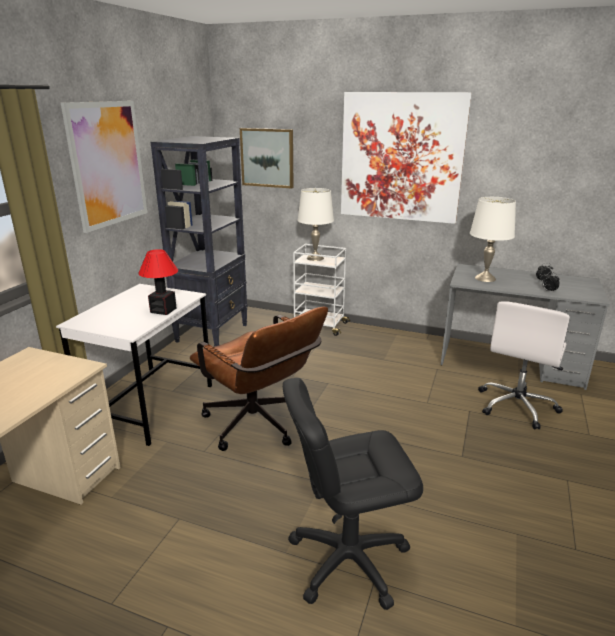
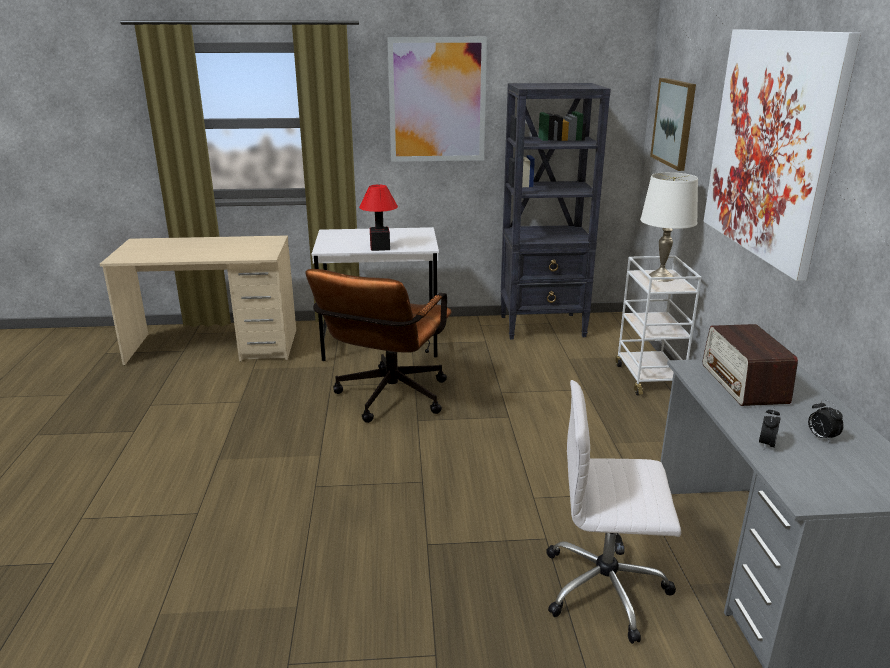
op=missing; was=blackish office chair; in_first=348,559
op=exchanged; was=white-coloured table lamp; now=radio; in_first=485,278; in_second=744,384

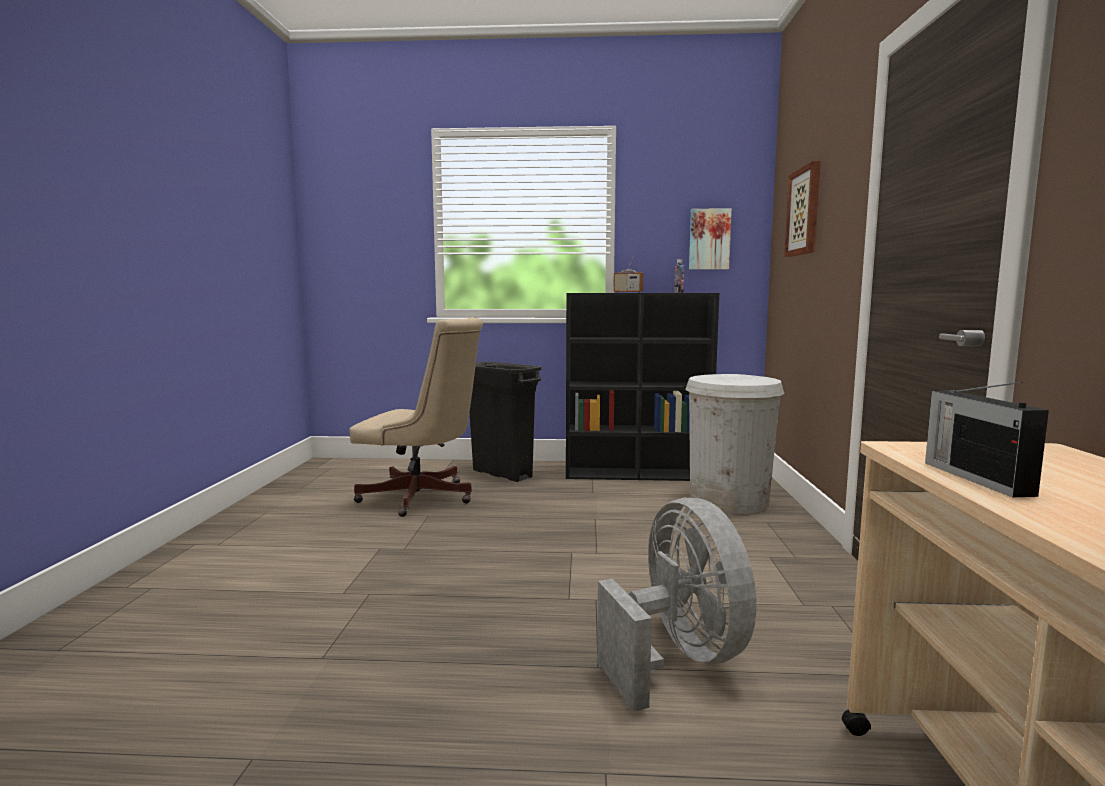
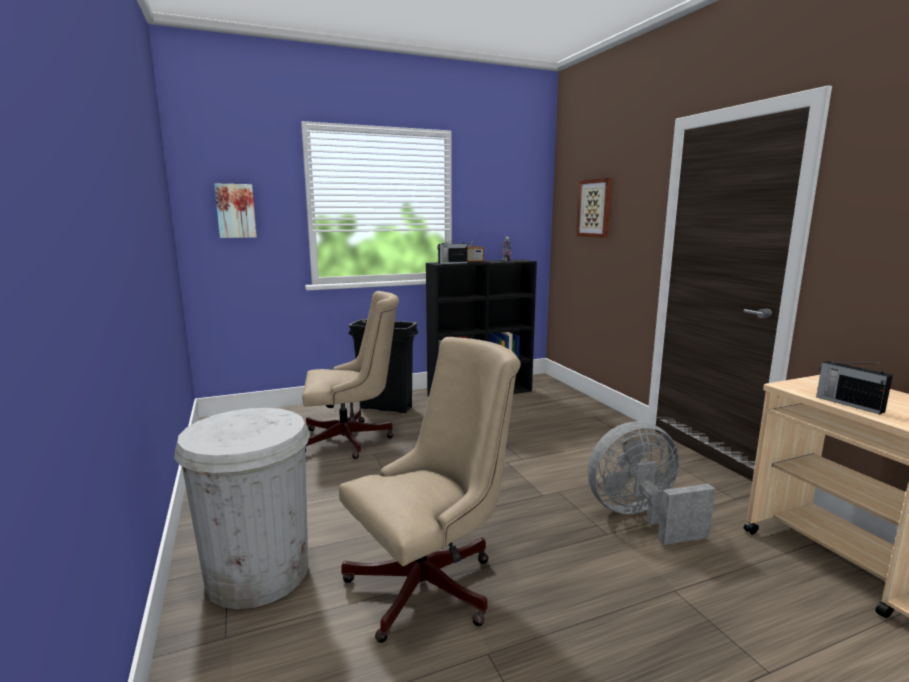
op=spun; was=greyish fan; in_first=678,658; in_second=640,517; clockwise=-60
op=relocated; was=white-coloured waste bin; in_first=729,500; in_second=258,573
op=relocated; was=wall picture; in_first=709,239; in_second=235,211
op=appeared; now=beige-coloured office chair; in_second=432,583
op=appeared; now=radio; in_second=452,263

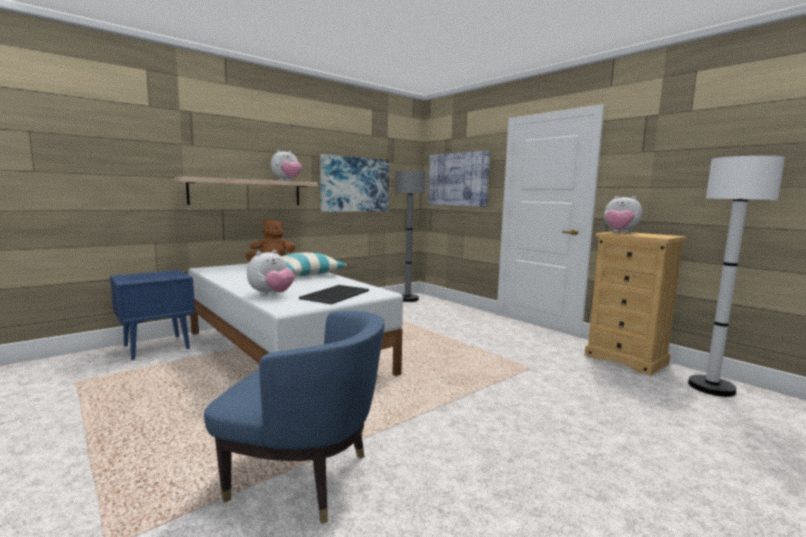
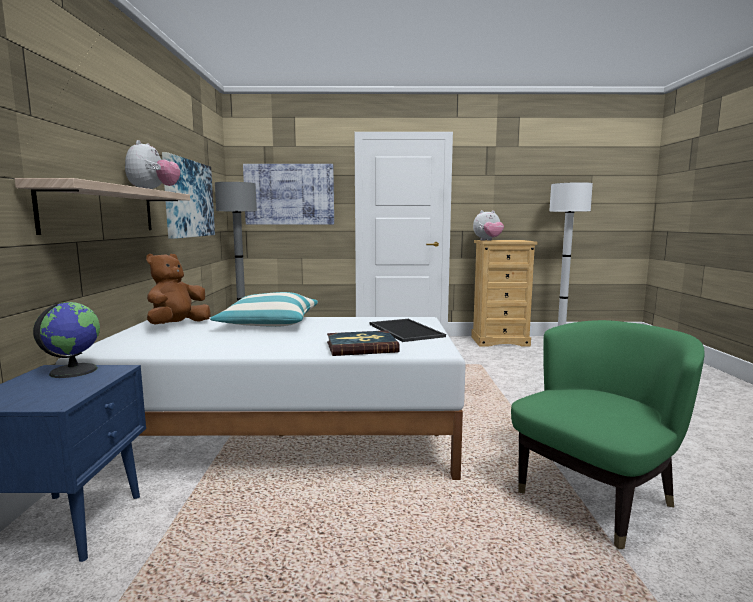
op=colour; was=blue lounge chair; now=green-coloured lounge chair; in_first=303,477; in_second=597,497
op=exchanged; was=soft toy; now=volume; in_first=271,294; in_second=361,347
op=appeared; now=desk globe; in_second=73,371

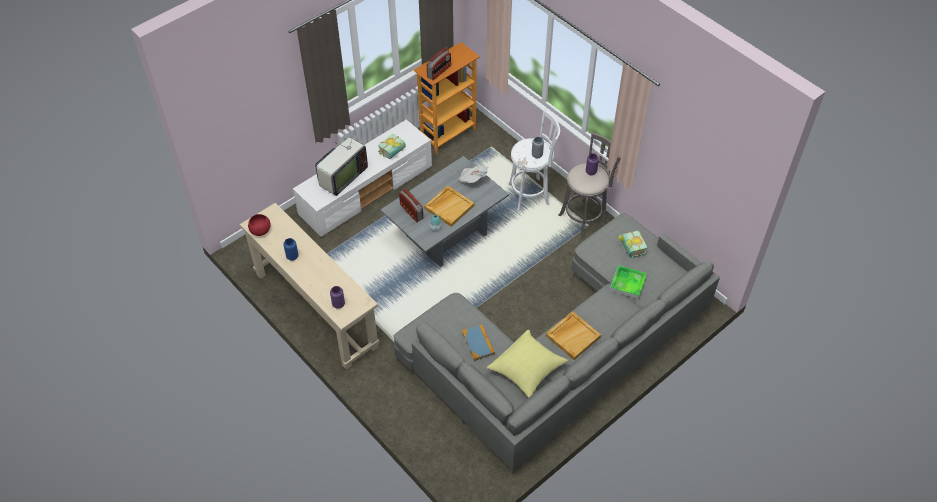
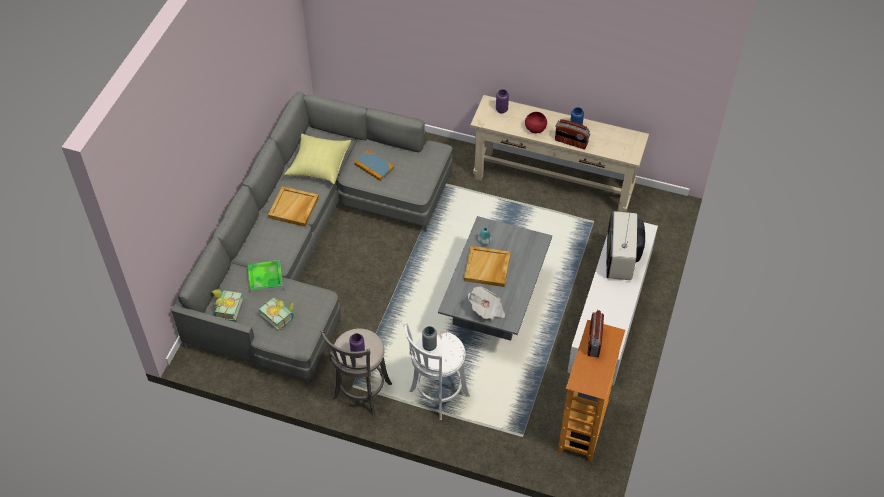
op=relocated; was=reddish serving bowl; in_first=260,230; in_second=535,128
op=relocated; was=volume; in_first=394,152; in_second=226,309
op=relocated; was=radio; in_first=411,211; in_second=571,142

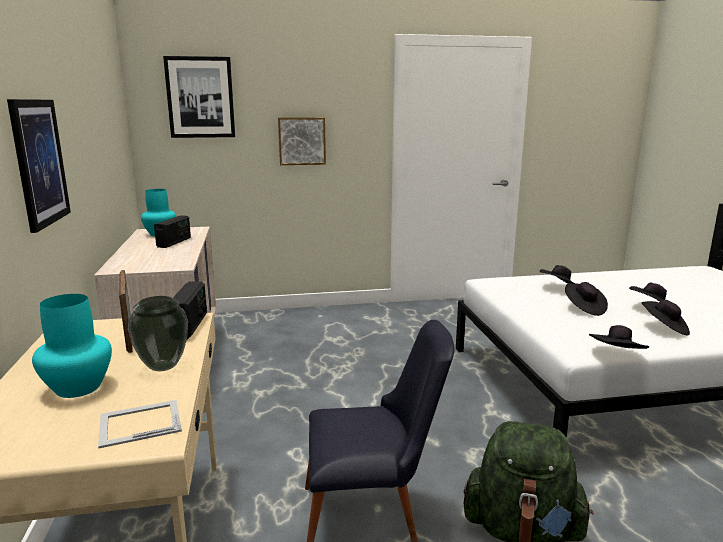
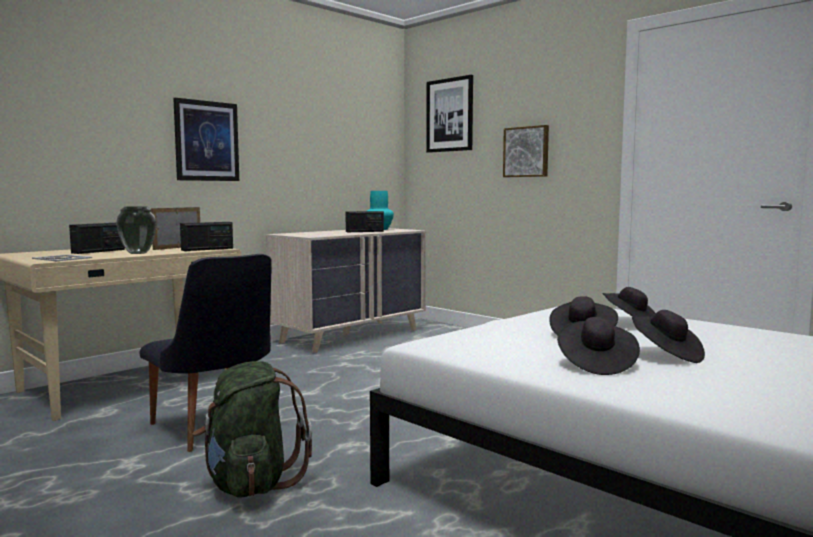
op=exchanged; was=blue-green flower vase; now=radio; in_first=77,387; in_second=99,251
op=missing; was=blackish hat; in_first=616,355

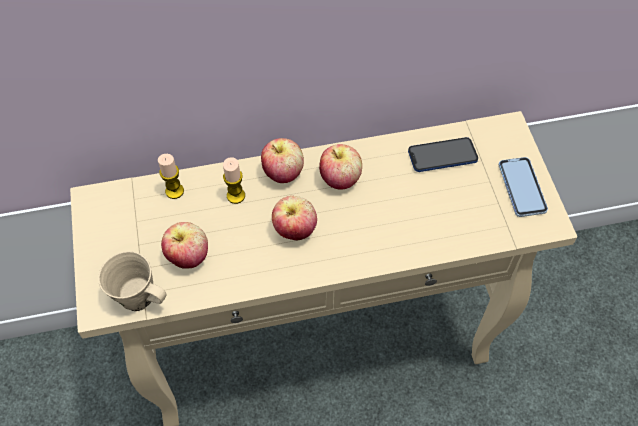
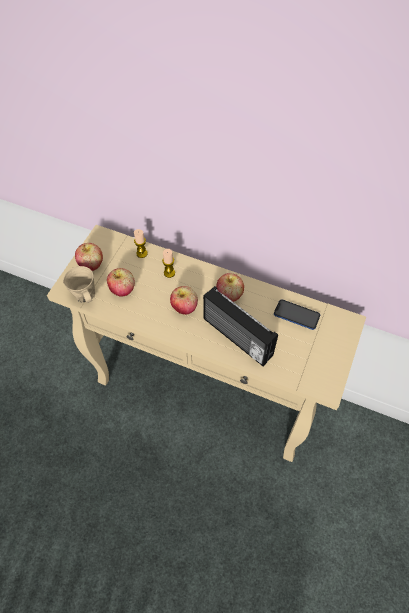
op=relocated; was=apple; in_first=283,173; in_second=91,264
op=missing; was=phone; in_first=522,187
op=appeared; now=radio; in_second=236,338

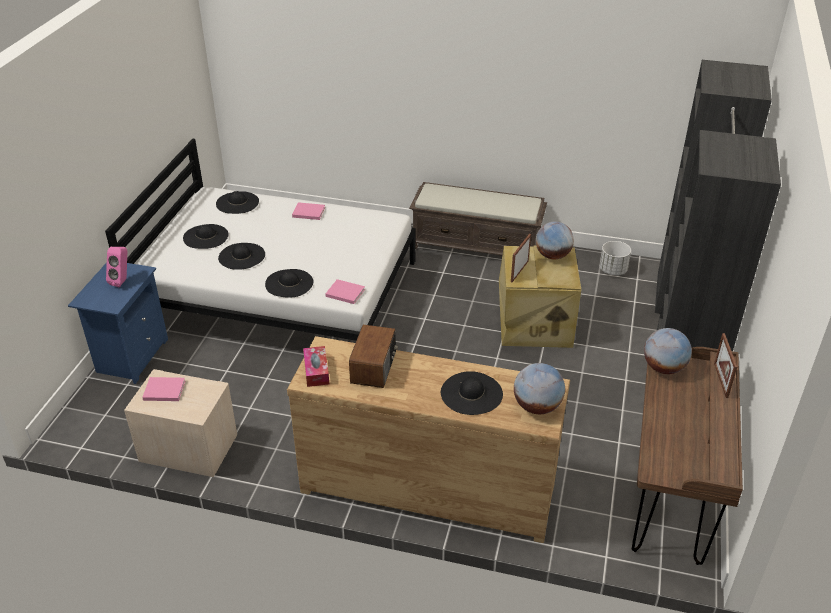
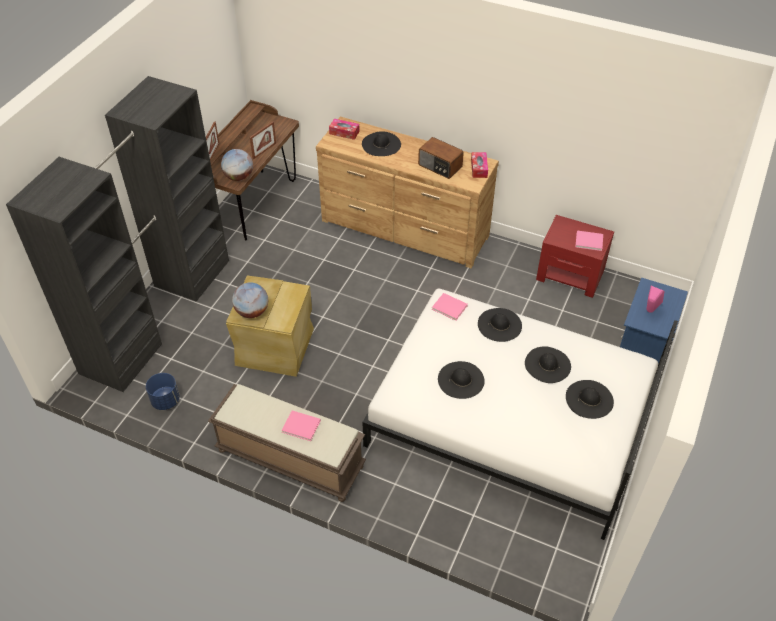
op=colour; was=beige-coloured night table; now=reddish night table; in_first=188,447; in_second=570,274
op=relocated; was=blackish hat; in_first=237,203; in_second=461,380
op=relocated; was=pink-coloured volume; in_first=307,212; in_second=302,427
op=spun; was=radio; in_first=374,367; in_second=440,166; clockwise=-75
op=relocated; was=photo frame; in_first=519,271; in_second=264,151
op=exchanged; was=desk globe; now=box of tissues; in_first=537,407; in_second=344,132
op=colour; was=white-coloured planter; now=blue planter; in_first=613,270; in_second=165,400

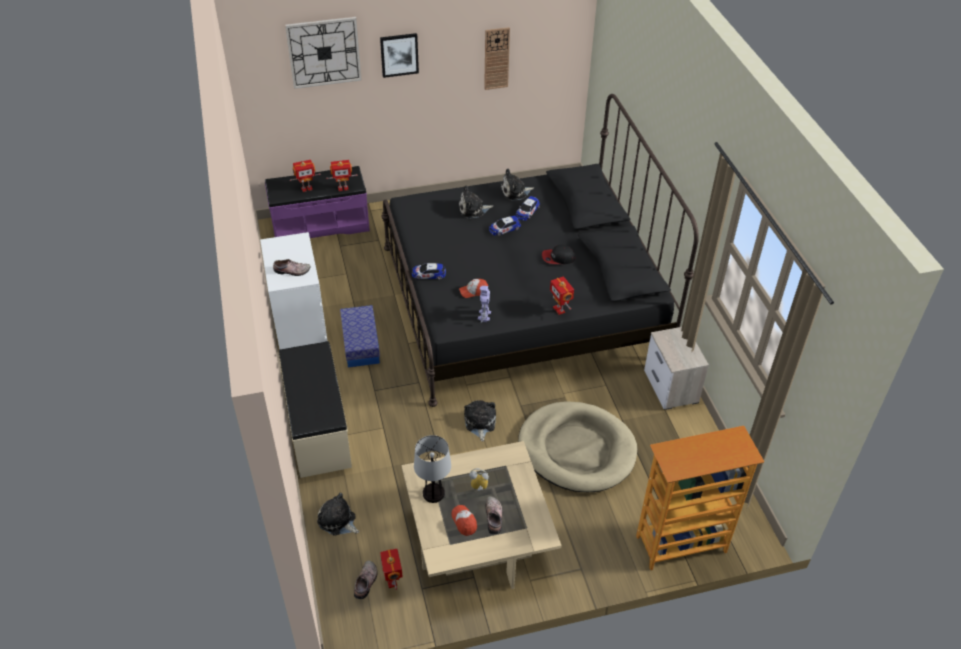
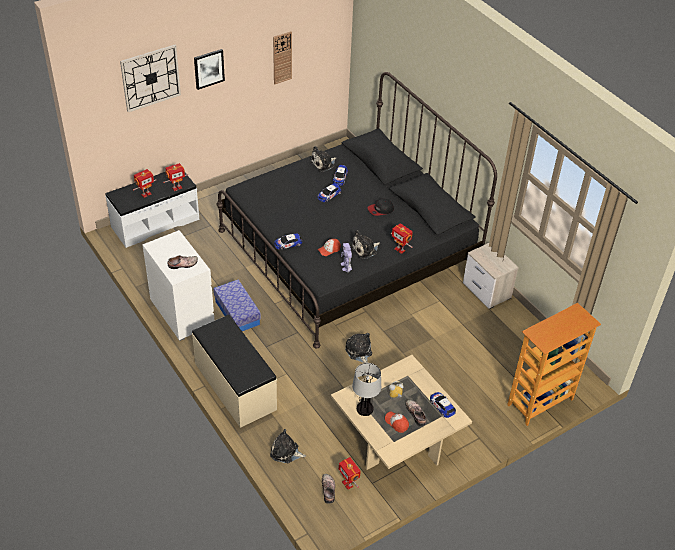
op=colour; was=purple long seat; now=white-coloured long seat; in_first=320,225; in_second=155,222
op=relocated; was=soft toy; in_first=473,209; in_second=365,249
op=missing; was=beige-coloured dog bed; in_first=577,450
op=appeared; now=model car; in_second=442,406

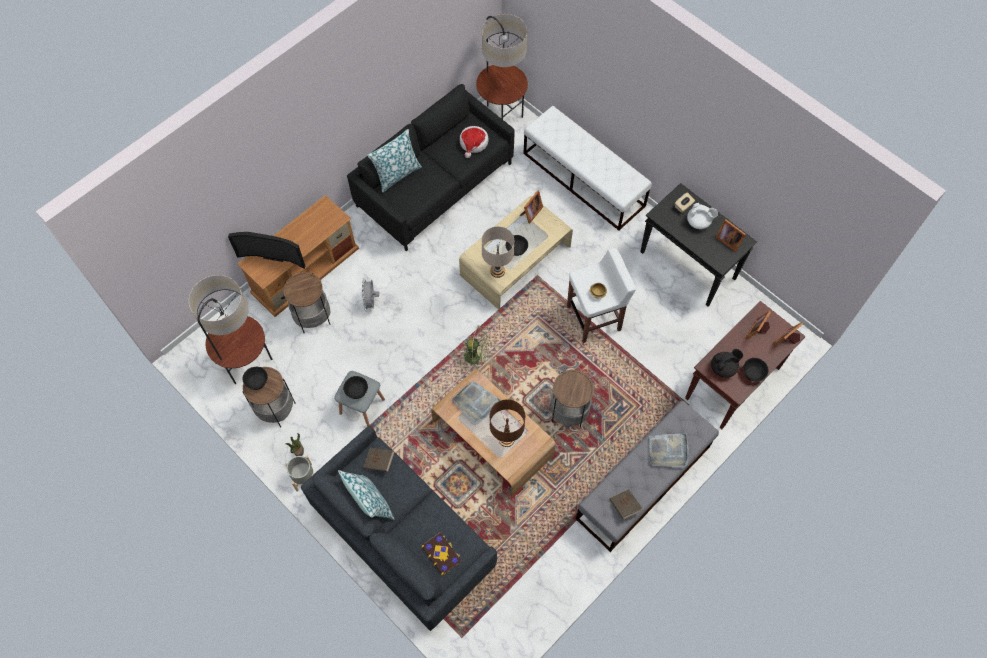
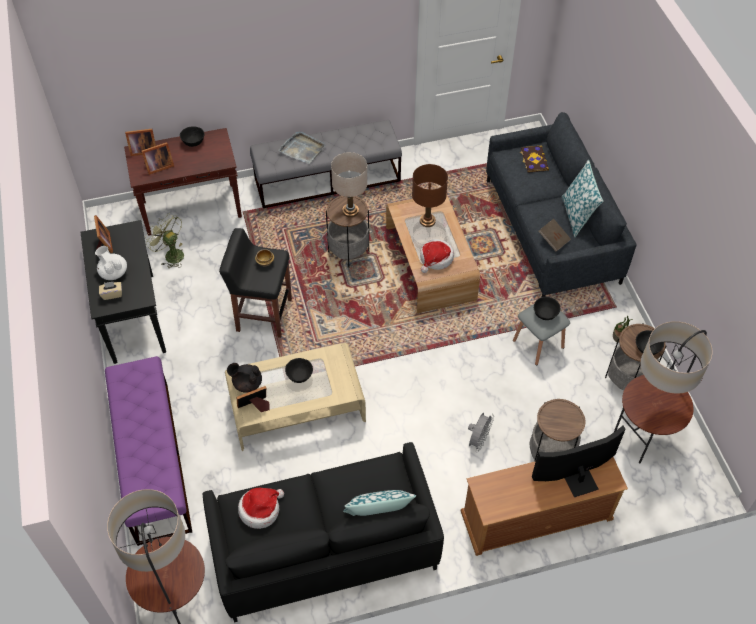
op=spun; was=TV; in_first=274,255; in_second=578,477; clockwise=-60
op=missing; was=greyish planter; in_first=304,477
op=exchanged; was=greyish carrying tray; now=hat; in_first=476,402; in_second=436,259
op=relocated; was=green-coloured fan; in_first=477,356; in_second=170,254
op=relocated; was=beige-coloured table lamp; in_first=497,271; in_second=350,211
op=colour; was=white-coloured long seat; now=purple long seat; in_first=584,180; in_second=153,460
op=colour; was=white-coloured sitting stool; now=blackish sitting stool; in_first=594,318; in_second=263,314
op=missing; was=brown volume; in_first=624,506
op=relocated; was=blackish teapot; in_first=723,368; in_second=247,383

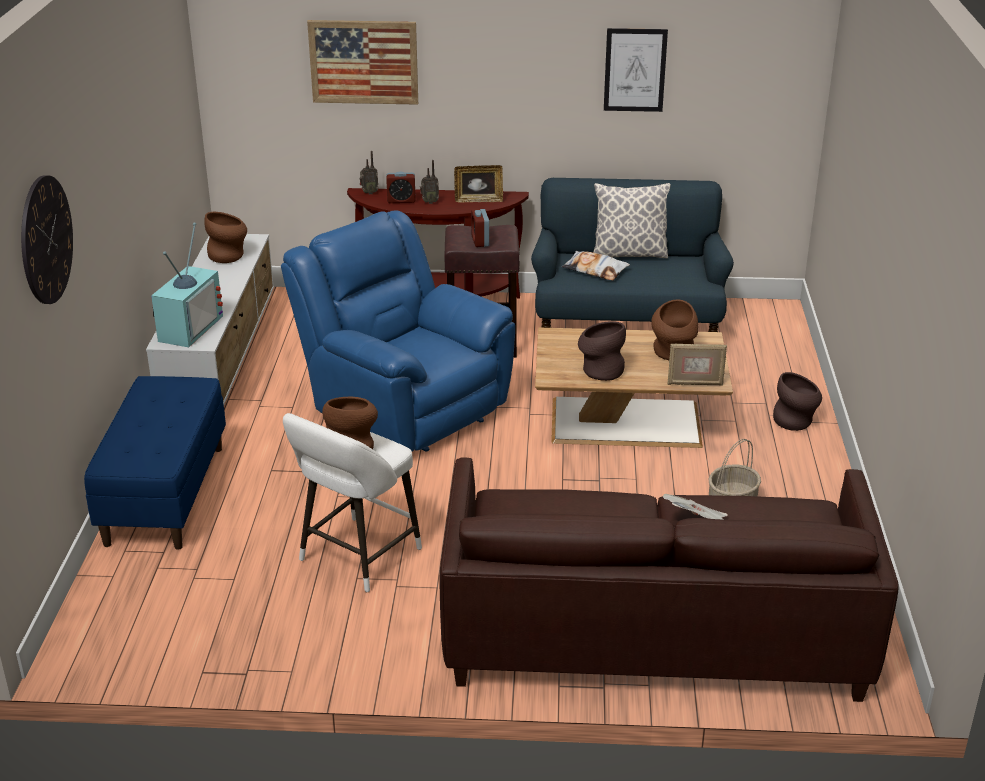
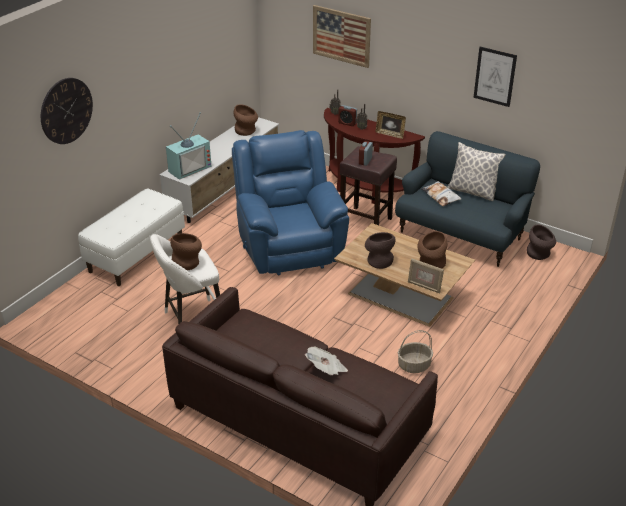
op=colour; was=blue long seat; now=white-coloured long seat; in_first=165,494; in_second=136,254
op=relocated; was=brown flower vase; in_first=795,422; in_second=539,255

